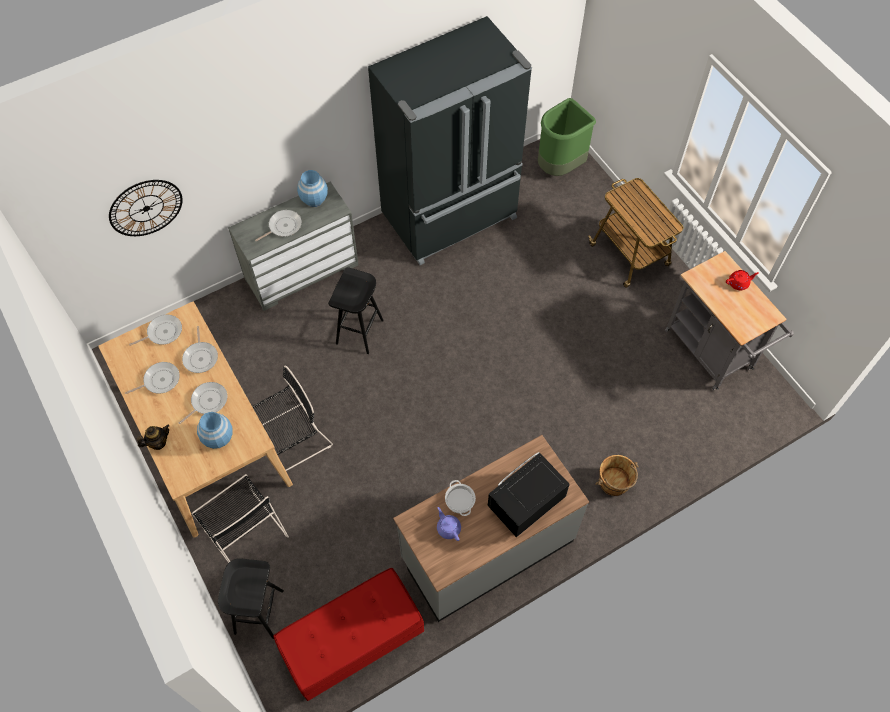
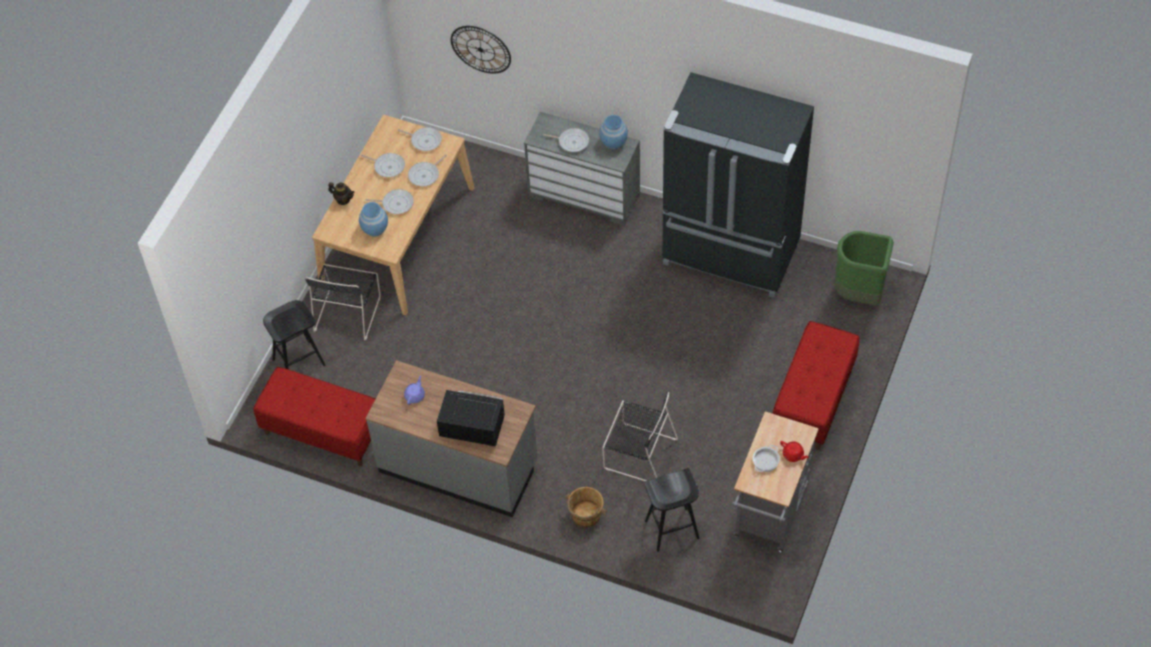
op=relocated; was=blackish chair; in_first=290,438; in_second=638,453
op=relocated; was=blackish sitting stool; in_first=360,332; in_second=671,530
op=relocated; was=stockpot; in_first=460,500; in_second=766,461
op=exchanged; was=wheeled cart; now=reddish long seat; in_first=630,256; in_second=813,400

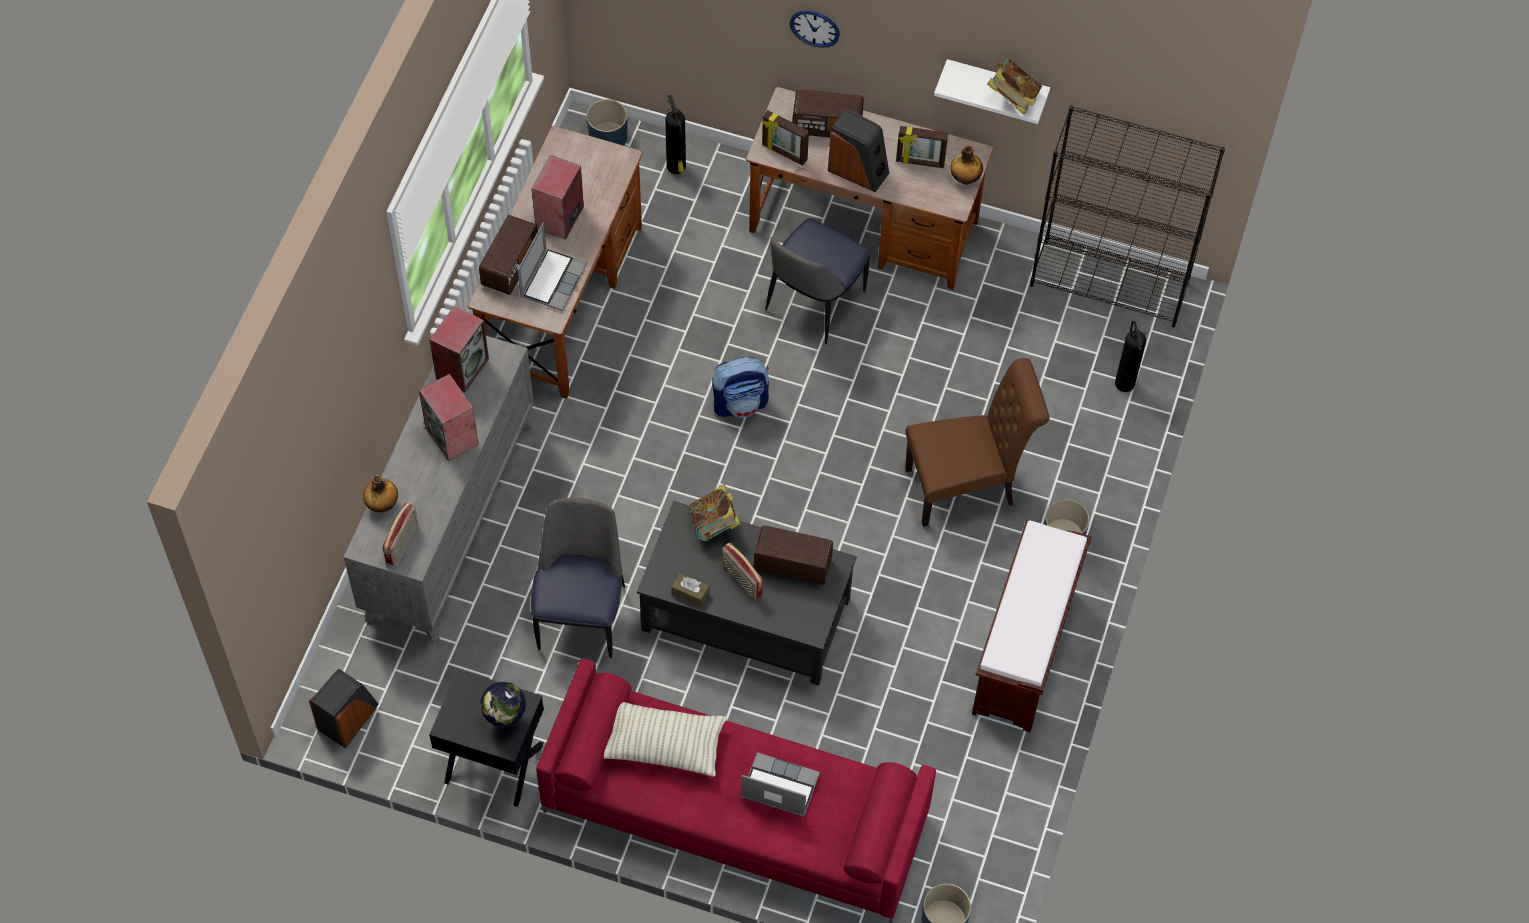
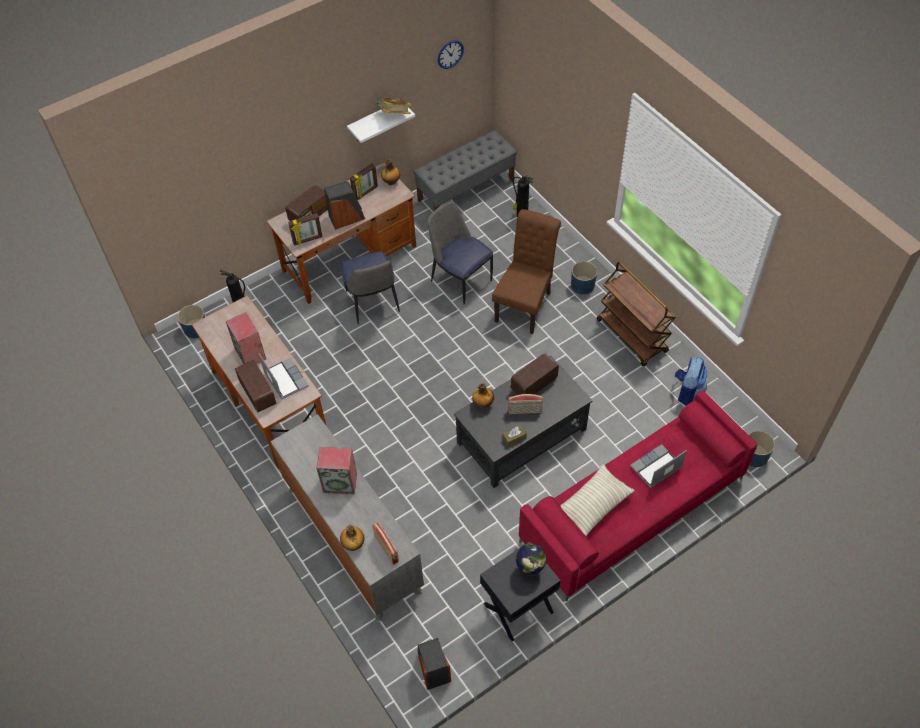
op=missing; was=audio speaker; in_first=462,367
op=relocated; was=chair; in_first=581,614; in_second=460,279
op=exchanged; was=volume; now=beverage bottle; in_first=714,524; in_second=483,403
op=relocated; was=backpack; in_first=740,403; in_second=687,391
op=relocated; was=clock on the wall; in_first=814,28; in_second=450,54
op=exchanged; was=brown long seat; now=brown wheeled cart; in_first=1024,653; in_second=632,336
op=exchanged; was=blackish bookcase; now=greyish long seat; in_first=1110,284; in_second=466,190

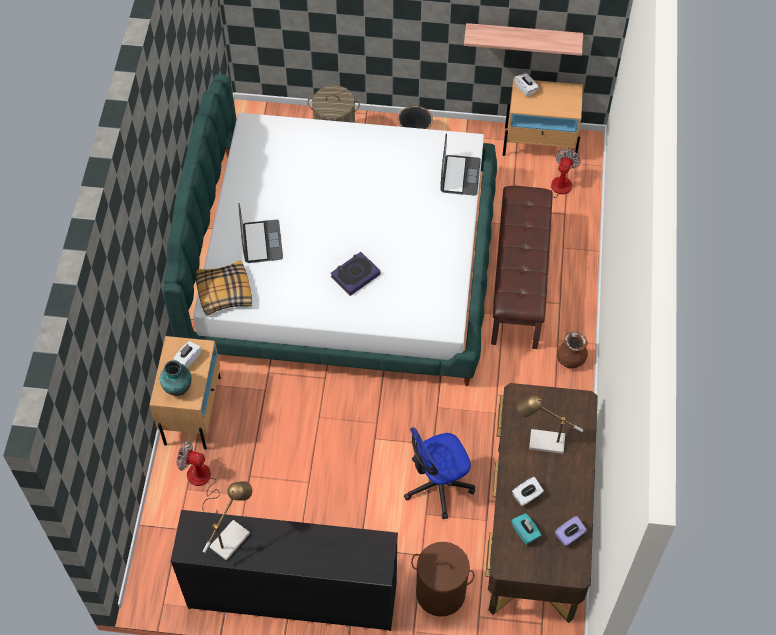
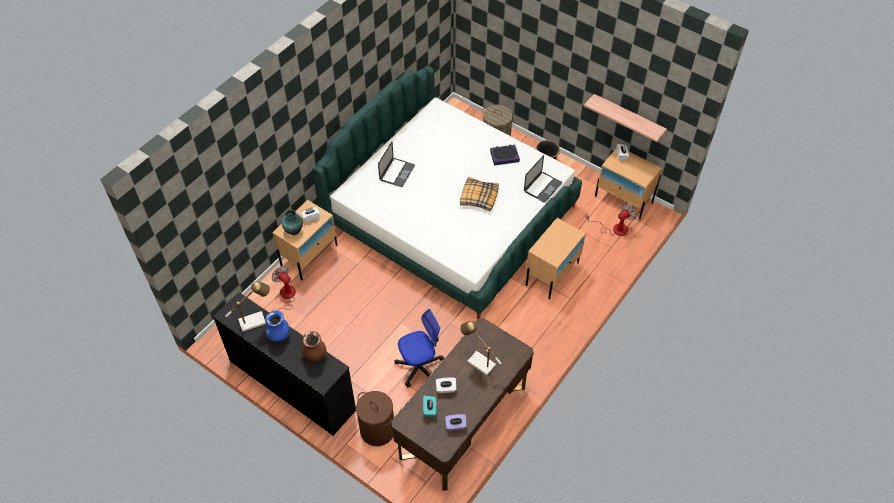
op=relocated; was=throw pillow; in_first=224,292; in_second=478,197
op=relocated; was=volume; in_first=355,275; in_second=504,156
op=spun; was=office chair; in_first=438,485; in_second=420,367; clockwise=150
op=exchanged; was=brown long seat; now=beige-coloured night table; in_first=518,281; in_second=552,273
op=relocated; was=brown flower vase; in_first=570,360; in_second=315,354
op=appeared; now=blue flower vase; in_second=279,335

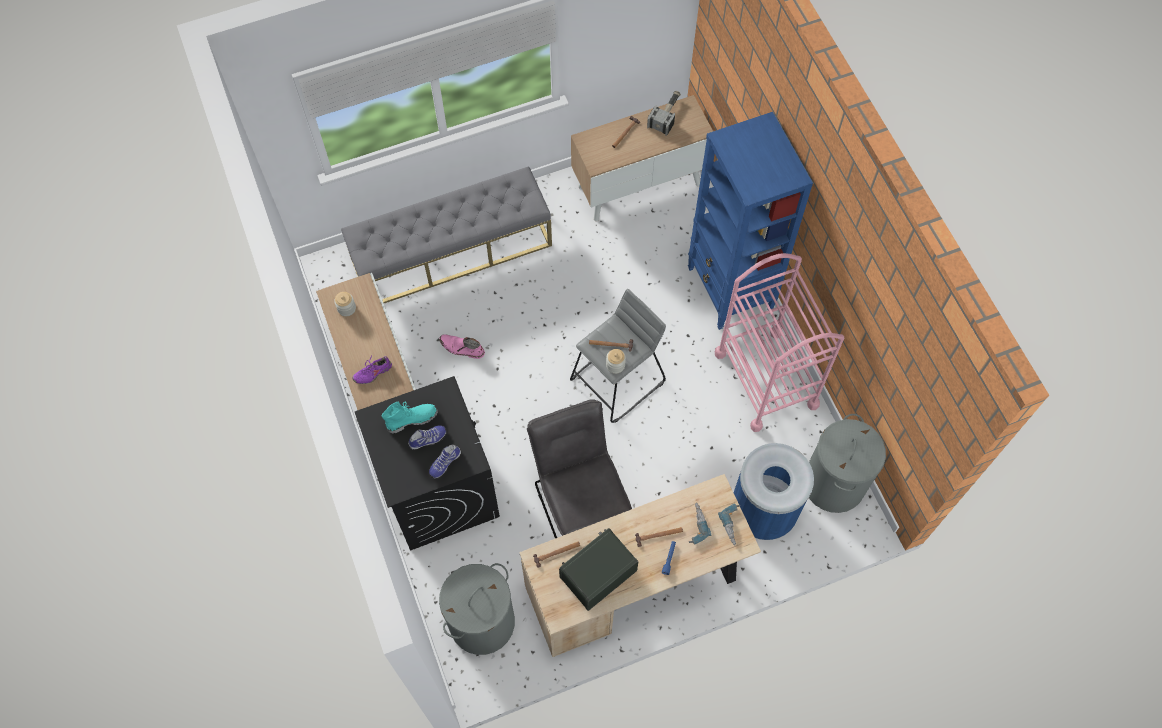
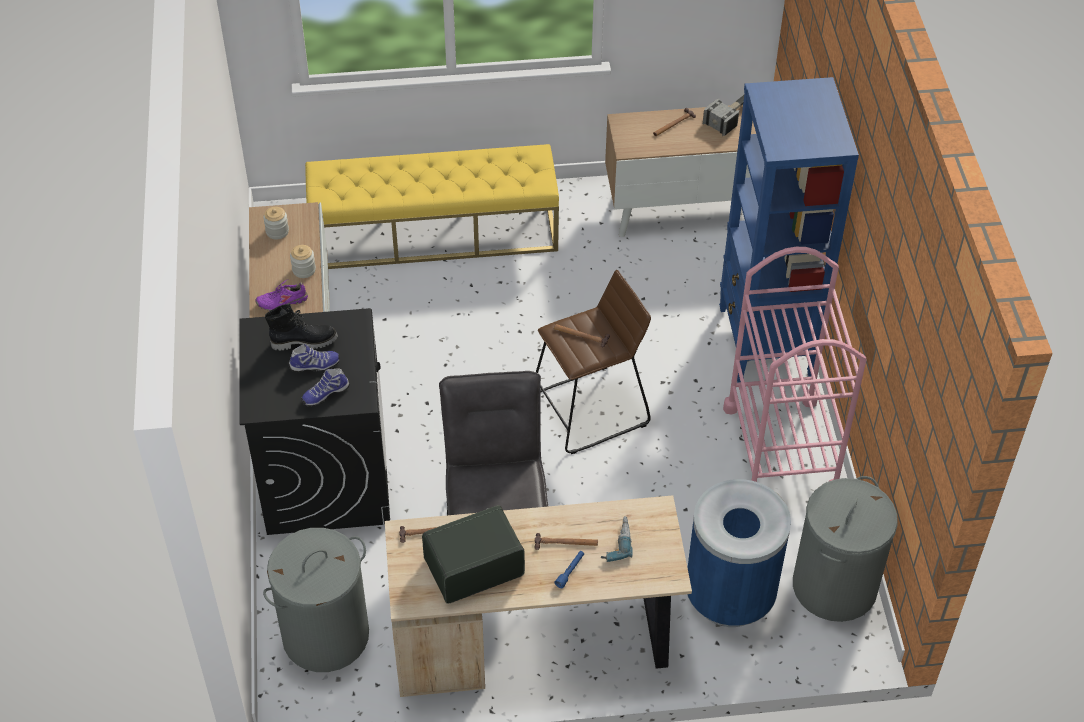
op=colour; was=greyish long seat; now=yellowish long seat; in_first=452,252; in_second=434,233
op=colour; was=blue-green tall boot; now=blackish tall boot; in_first=412,419; in_second=304,341
op=missing; was=pink-coloured tall boot; in_first=461,348
op=colour; was=greyish sitting stool; now=brown sitting stool; in_first=617,381; in_second=590,410
op=relocated; was=preserve jar; in_first=615,365; in_second=304,270
op=missing; was=drill; in_first=734,525

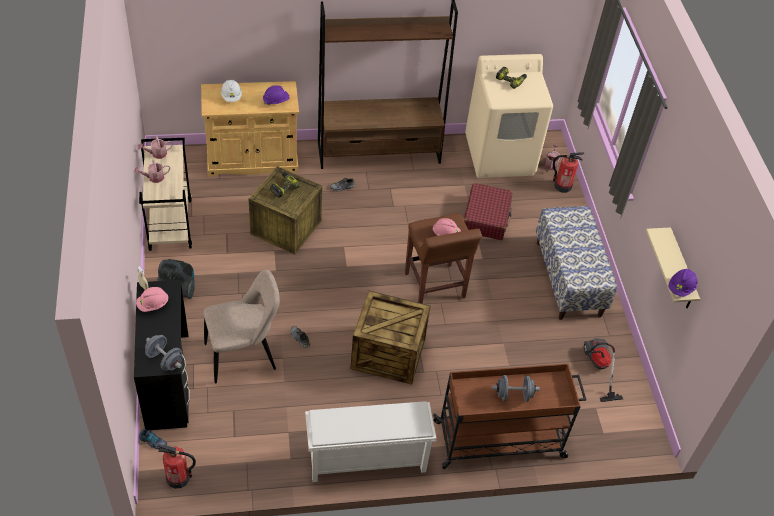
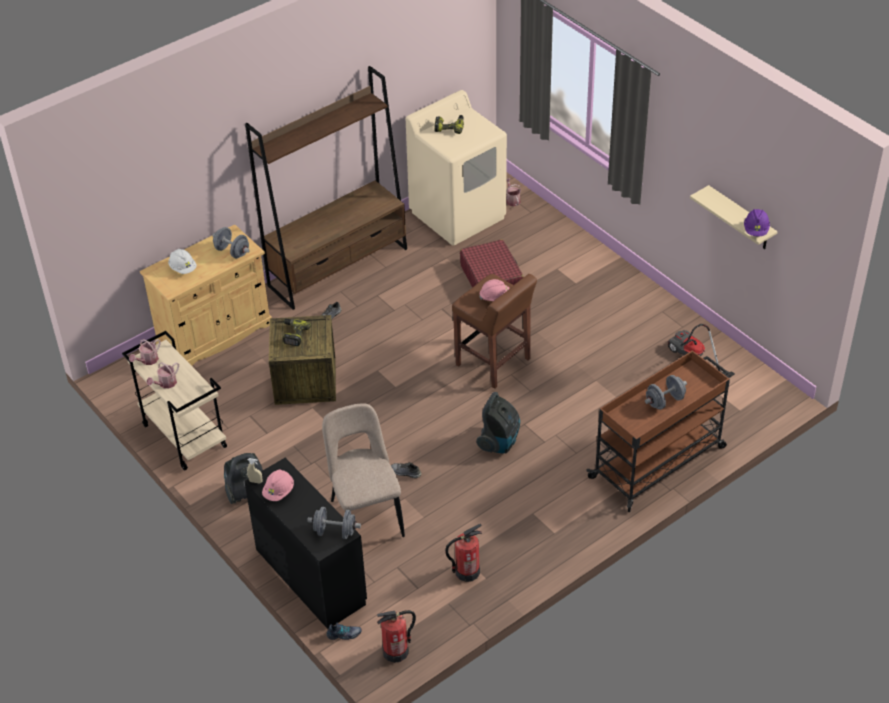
op=spun; was=beige-coloured chair; in_first=244,356; in_second=365,515; clockwise=-60
op=exchanged; was=purple work helmet; now=greyish dumbbell; in_first=276,101; in_second=232,251
op=missing; was=white-coloured shoe shelf; in_first=366,460
op=exchanged; was=crate; now=hoover; in_first=388,353; in_second=499,442
op=missing; was=long seat; in_first=568,278
op=relocated; was=extinguisher; in_first=562,186; in_second=466,571

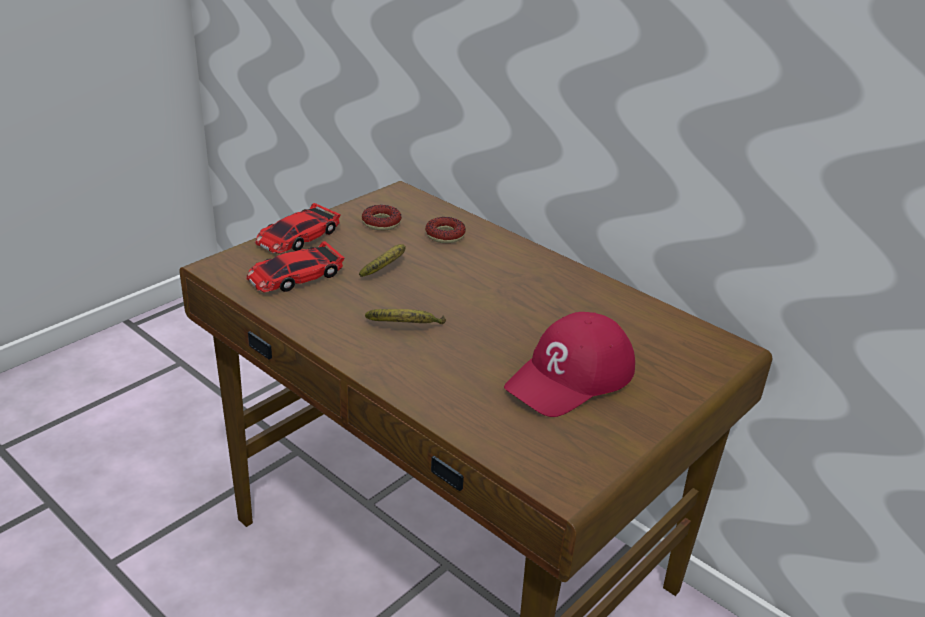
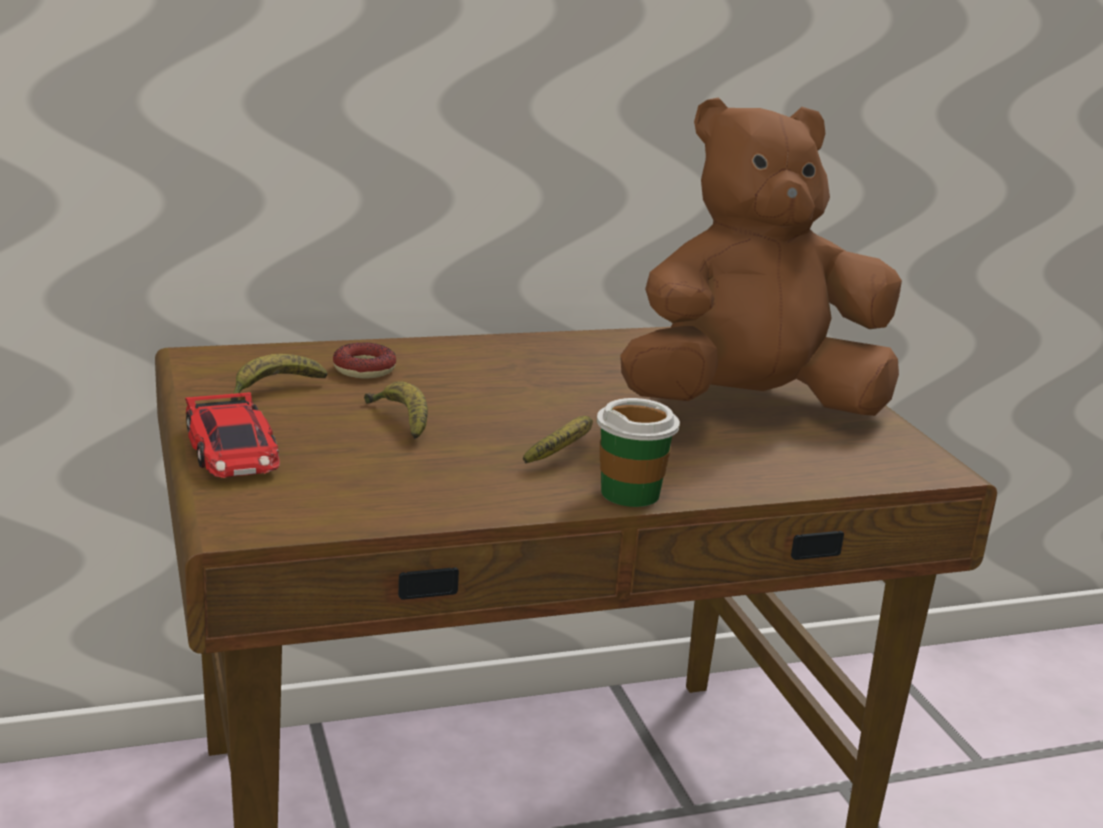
op=missing; was=model car; in_first=296,276
op=exchanged; was=donut; now=whole banana; in_first=381,223; in_second=273,391
op=exchanged; was=reddish peaked cap; now=brown soft toy; in_first=571,377; in_second=750,407
op=appeared; now=cup; in_second=630,493

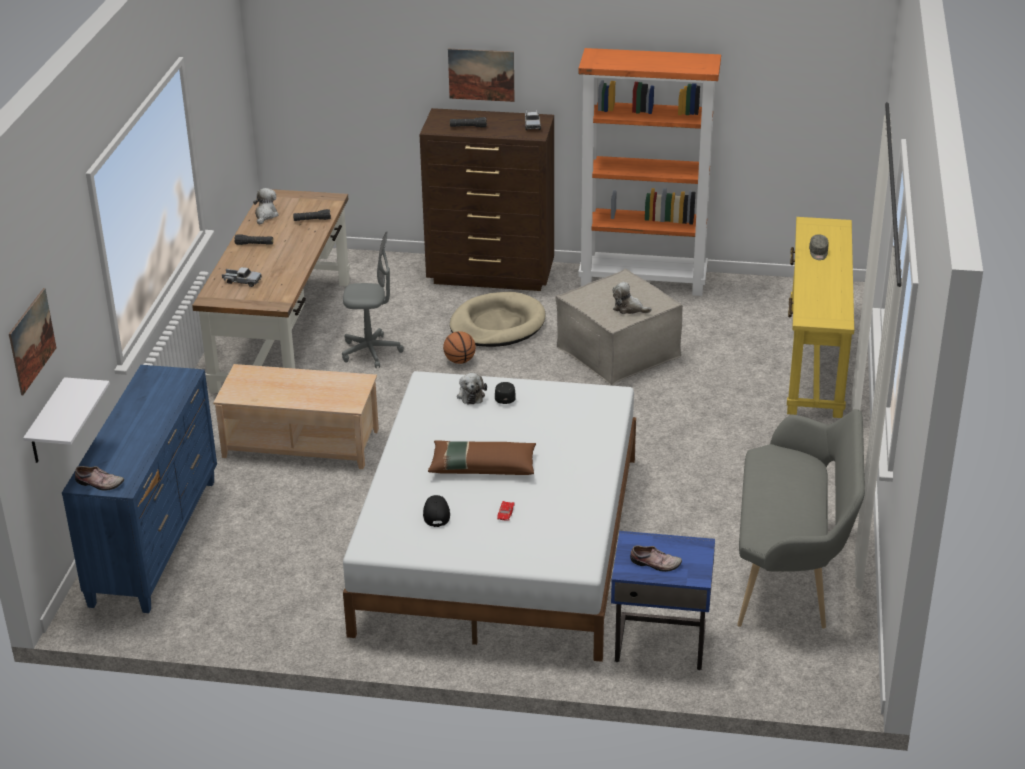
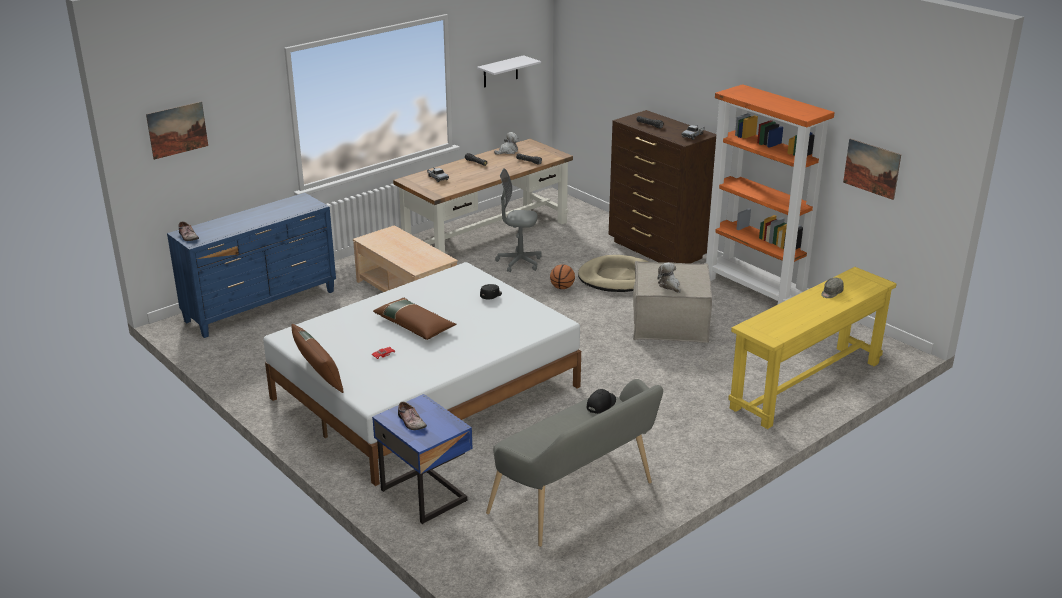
op=relocated; was=white-coloured shelf; in_first=47,423; in_second=500,72
op=spun; was=greyish office chair; in_first=371,352; in_second=519,262; clockwise=150
op=relocated; was=blackish peaked cap; in_first=436,513; in_second=601,404
op=relocated; was=wall picture; in_first=481,75; in_second=871,168
op=missing; was=soft toy; in_first=471,395
op=appeared; now=brown throw pillow; in_second=318,375

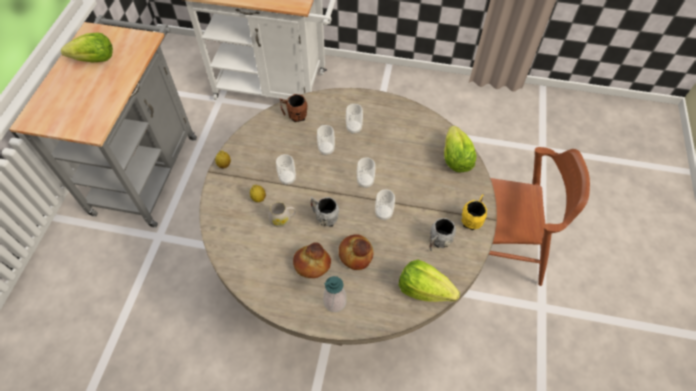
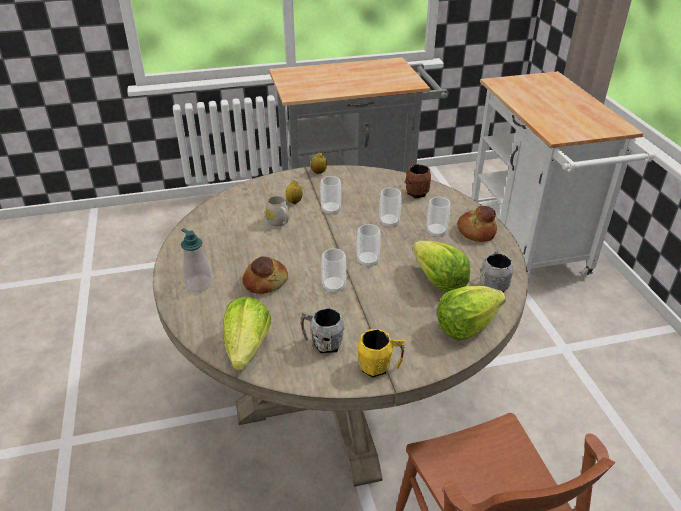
op=relocated; was=lettuce head; in_first=95,59; in_second=438,281
op=relocated; was=bread; in_first=312,263; in_second=476,232
op=relocated; was=greyish mug; in_first=324,217; in_second=493,284

